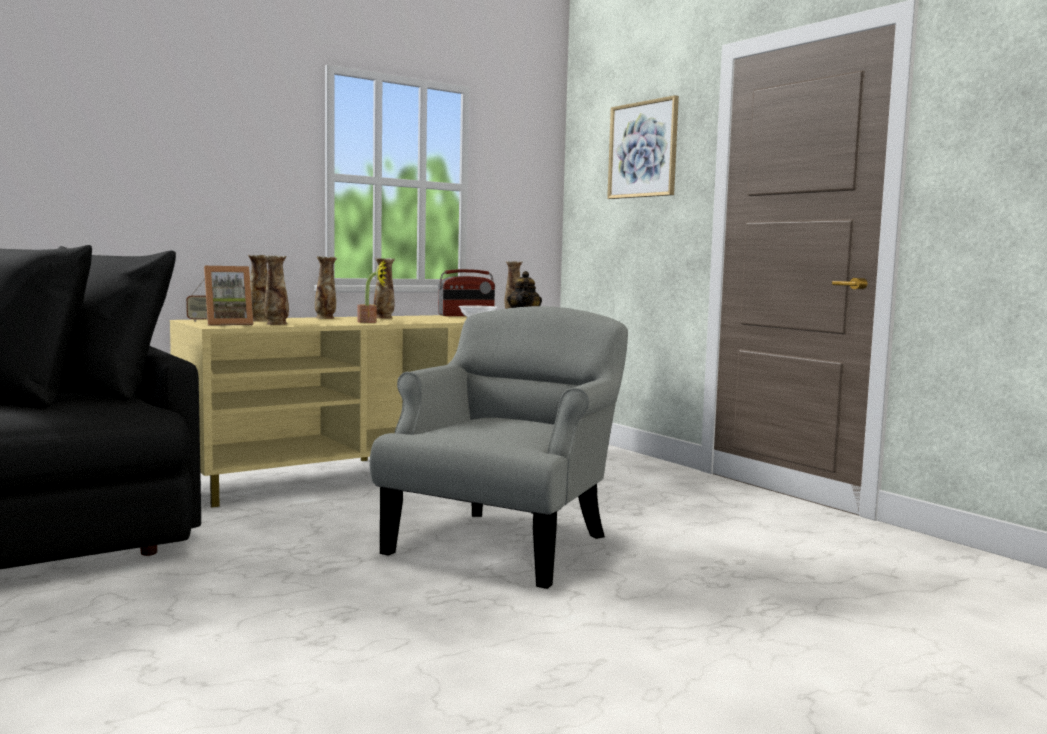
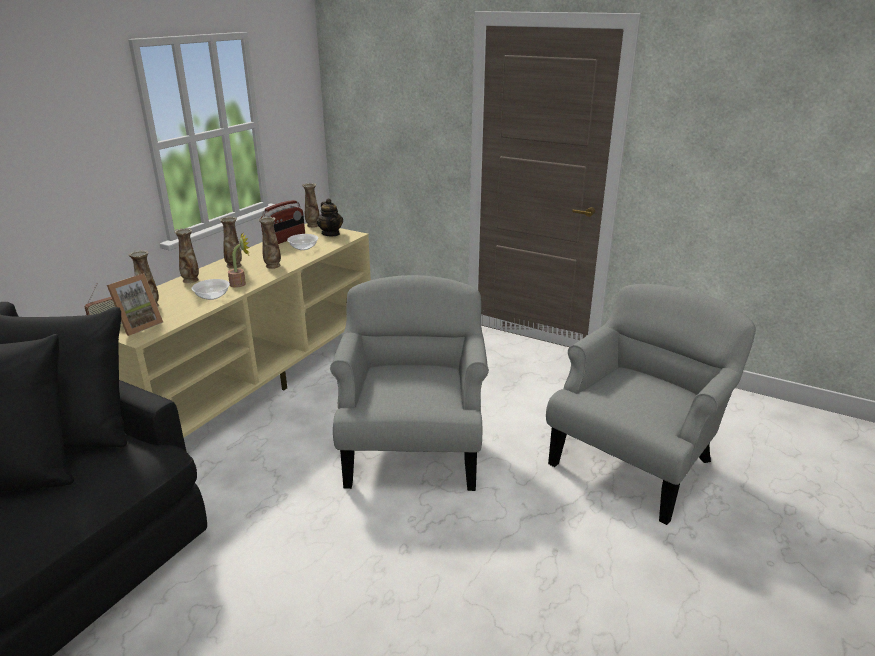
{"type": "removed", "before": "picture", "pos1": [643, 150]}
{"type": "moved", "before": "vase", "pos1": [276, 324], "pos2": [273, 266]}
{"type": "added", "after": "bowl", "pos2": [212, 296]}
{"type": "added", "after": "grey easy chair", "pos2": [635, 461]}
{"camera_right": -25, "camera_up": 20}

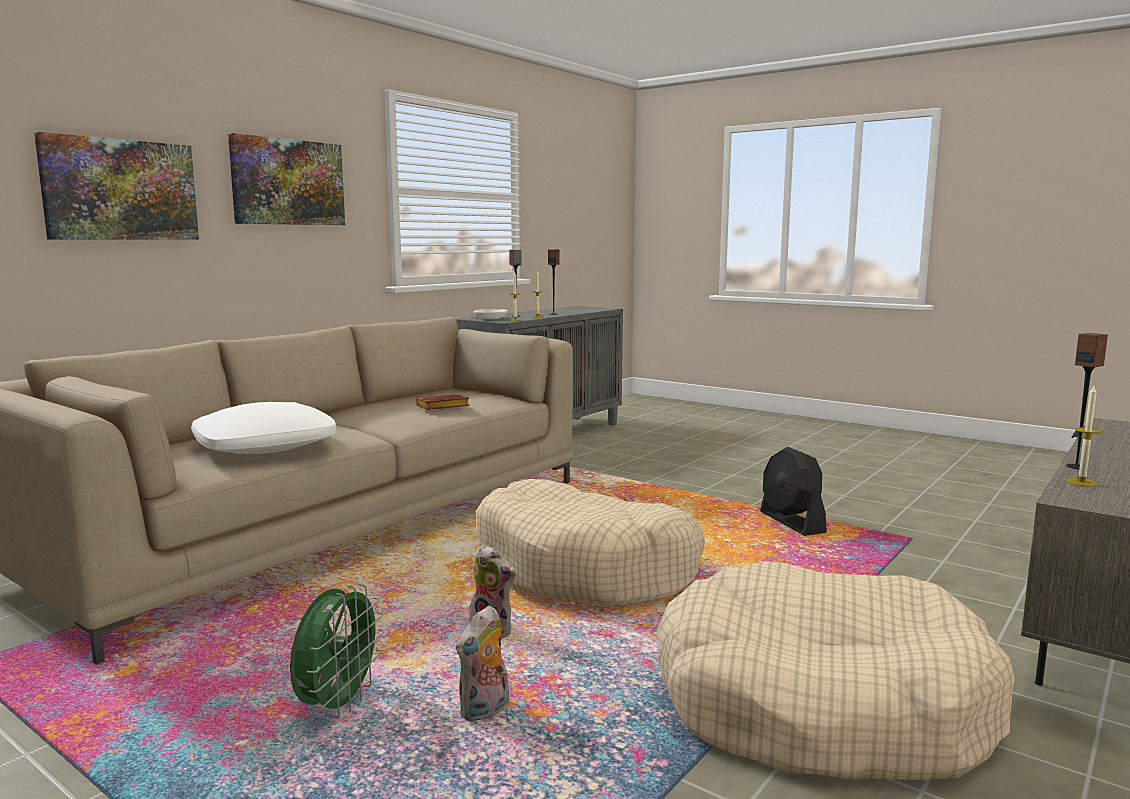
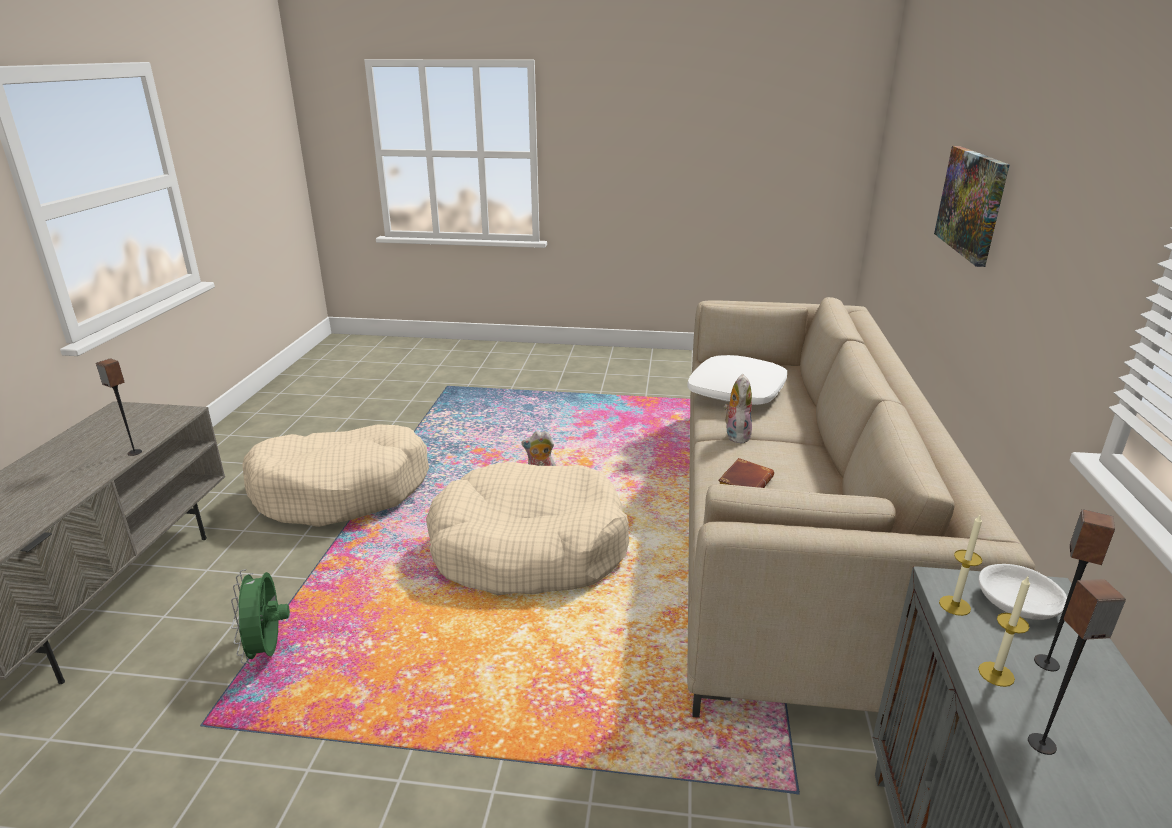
{"type": "removed", "before": "picture", "pos1": [288, 182]}
{"type": "removed", "before": "candle", "pos1": [1081, 482]}
{"type": "removed", "before": "black electric fan", "pos1": [791, 523]}
{"type": "moved", "before": "green electric fan", "pos1": [338, 705], "pos2": [268, 650]}
{"type": "moved", "before": "soft toy", "pos1": [485, 712], "pos2": [735, 435]}
{"camera_right": 150, "camera_up": 15}

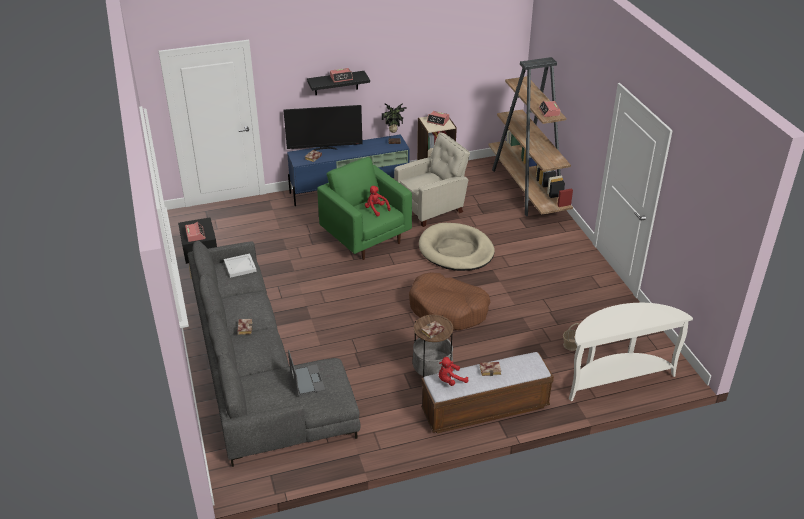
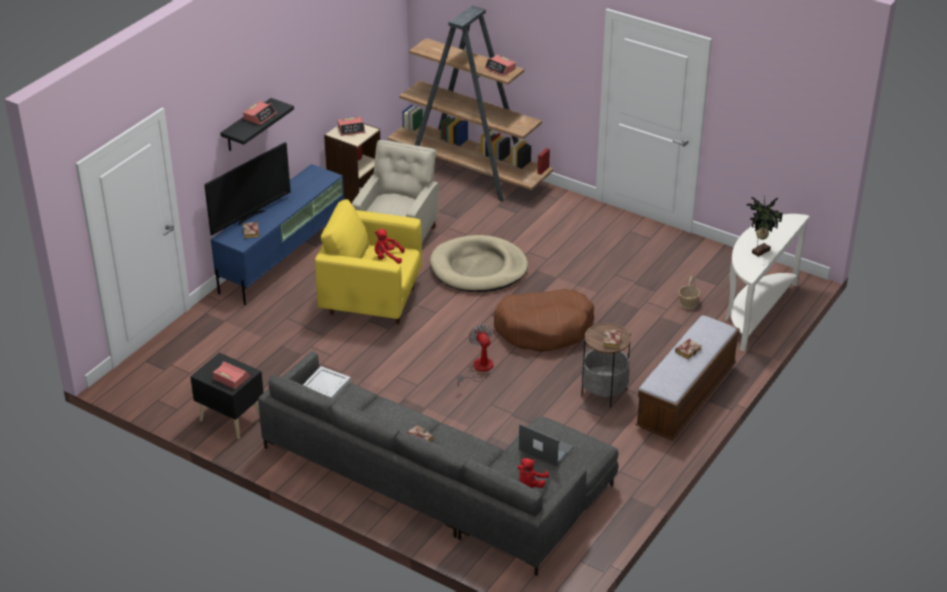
{"type": "moved", "before": "plant in a pot", "pos1": [394, 142], "pos2": [759, 251]}
{"type": "recoloured", "before": "green easy chair", "after": "yellow-coloured easy chair", "pos1": [366, 238], "pos2": [371, 301]}
{"type": "moved", "before": "red-coloured soft toy", "pos1": [450, 380], "pos2": [530, 484]}
{"type": "added", "after": "electric fan", "pos2": [479, 369]}
{"camera_right": -40, "camera_up": 0}

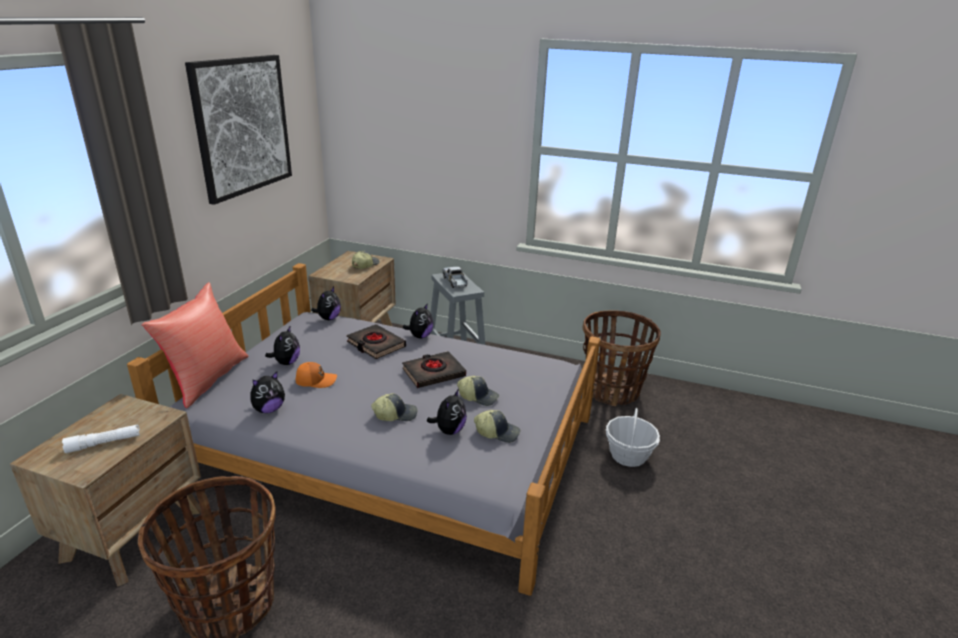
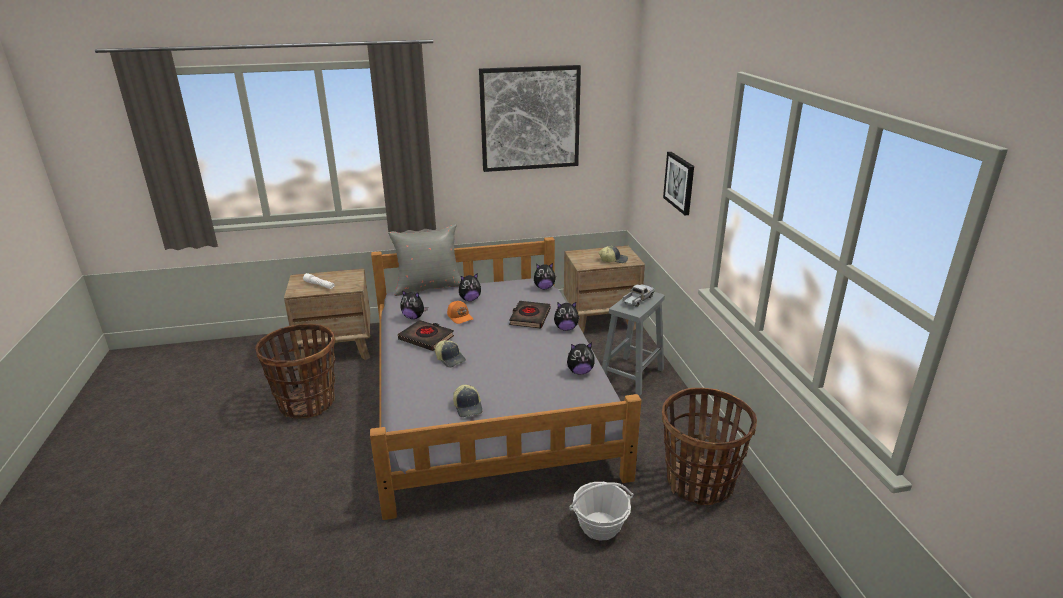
{"type": "recoloured", "before": "red-coloured cushion", "after": "grey cushion", "pos1": [207, 378], "pos2": [428, 287]}
{"type": "moved", "before": "black book", "pos1": [433, 373], "pos2": [426, 338]}
{"type": "removed", "before": "cap", "pos1": [478, 396]}
{"type": "moved", "before": "soft toy", "pos1": [449, 430], "pos2": [580, 371]}
{"type": "added", "after": "picture", "pos2": [680, 182]}
{"camera_right": 60, "camera_up": 0}

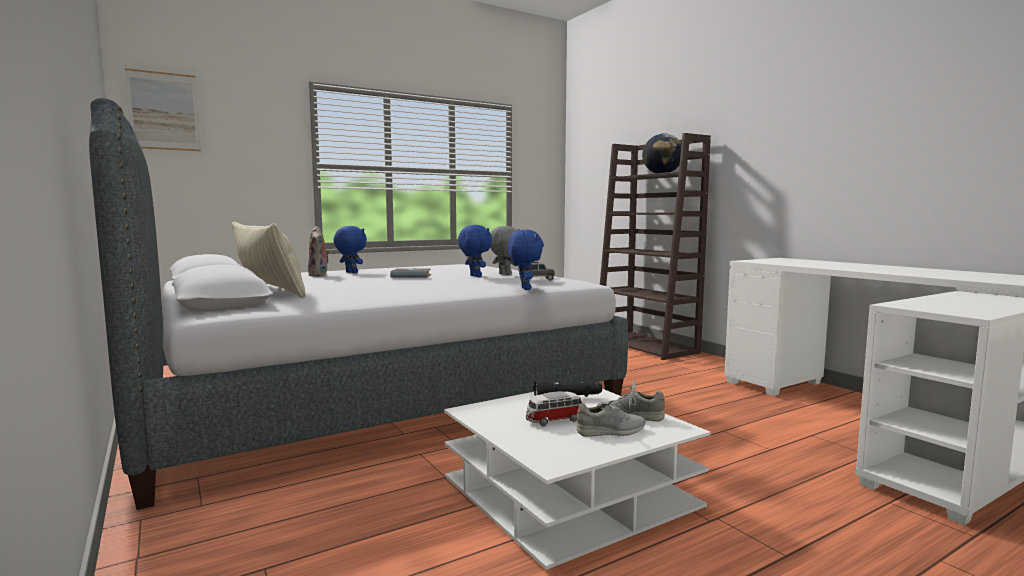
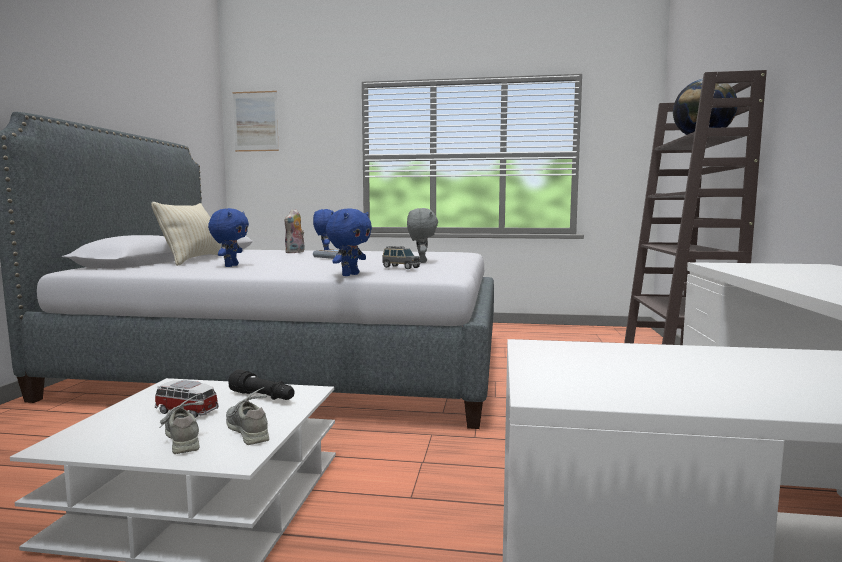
{"type": "moved", "before": "blue-coloured soft toy", "pos1": [474, 276], "pos2": [230, 266]}
{"type": "turned", "before": "grey shoe", "pos1": [611, 431], "pos2": [183, 437], "turn": -150}
{"camera_right": 40, "camera_up": 0}

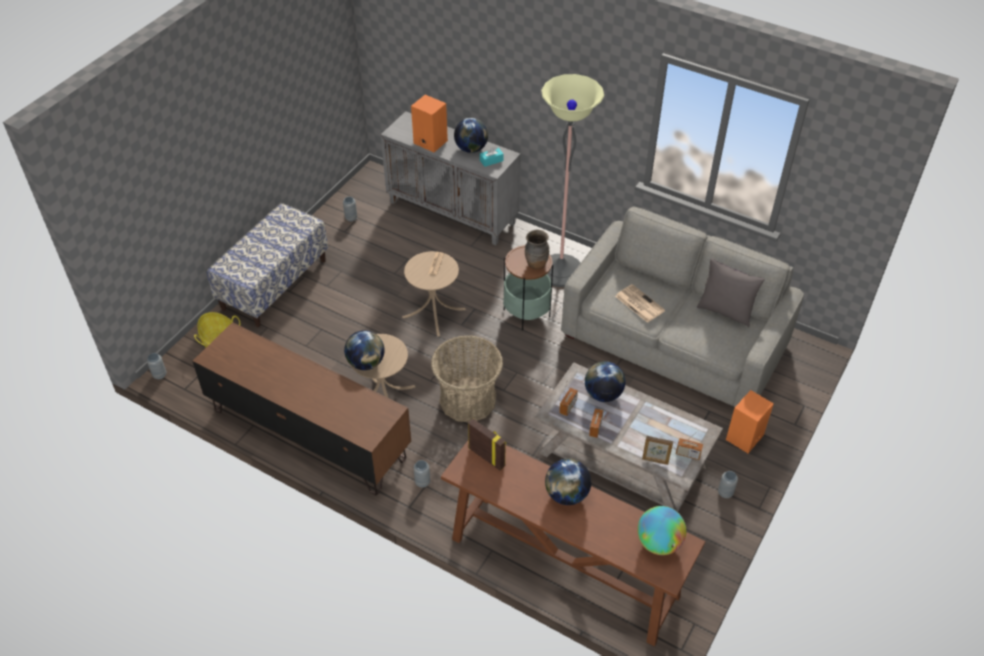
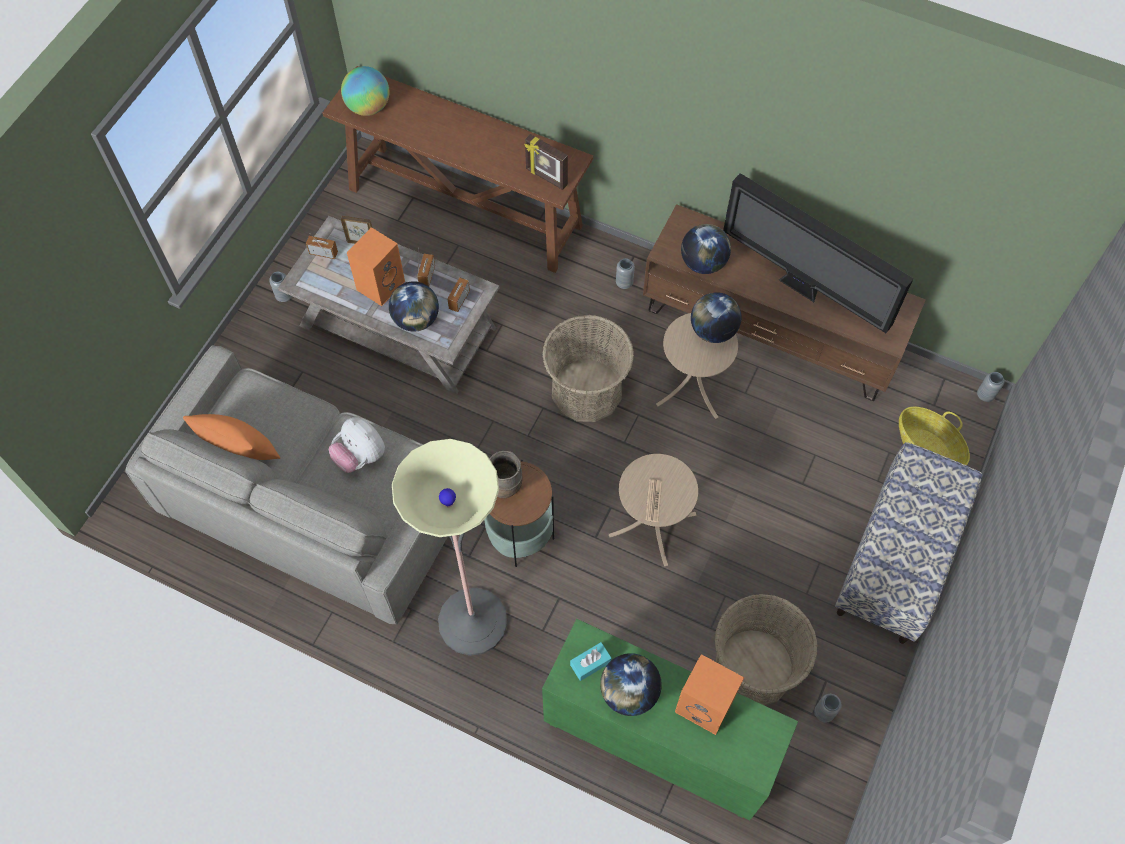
{"type": "recoloured", "before": "grey cabinet", "after": "green cabinet", "pos1": [453, 212], "pos2": [656, 742]}
{"type": "recoloured", "before": "grey cushion", "after": "orange cushion", "pos1": [725, 311], "pos2": [241, 454]}
{"type": "replaced", "before": "printed paper", "after": "soft toy", "pos1": [639, 303], "pos2": [360, 456]}
{"type": "moved", "before": "orange speaker", "pos1": [744, 438], "pos2": [380, 284]}
{"type": "moved", "before": "desk globe", "pos1": [566, 494], "pos2": [703, 263]}
{"type": "added", "after": "television", "pos2": [801, 288]}
{"type": "added", "after": "storage basket", "pos2": [754, 667]}
{"camera_right": 175, "camera_up": 15}

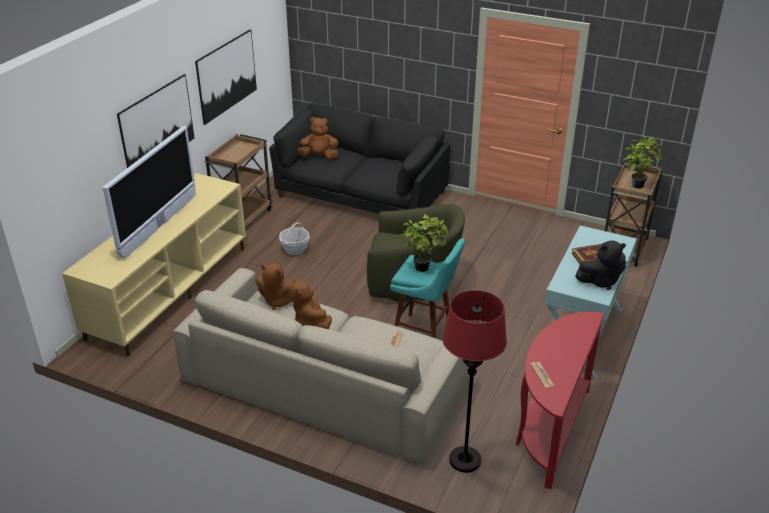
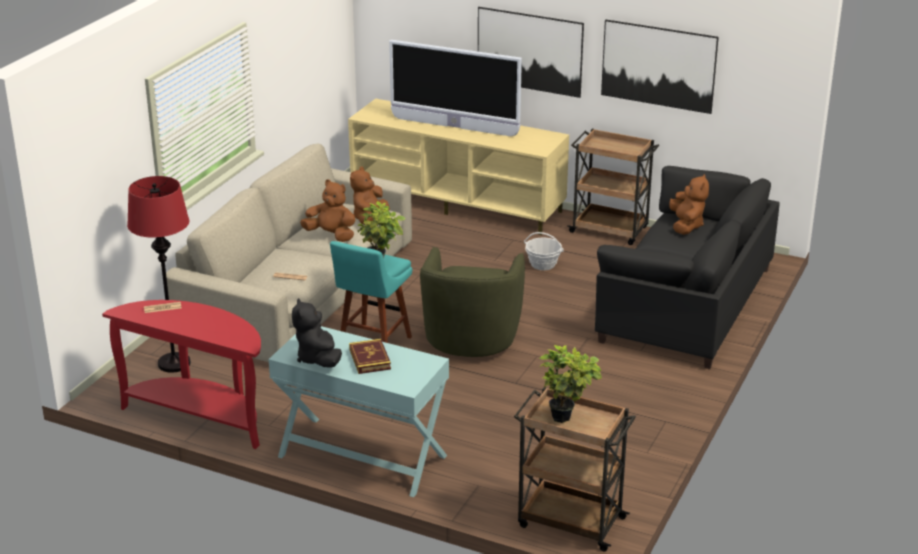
{"type": "turned", "before": "brownish soft toy", "pos1": [310, 322], "pos2": [331, 235], "turn": 45}
{"camera_right": 90, "camera_up": -5}

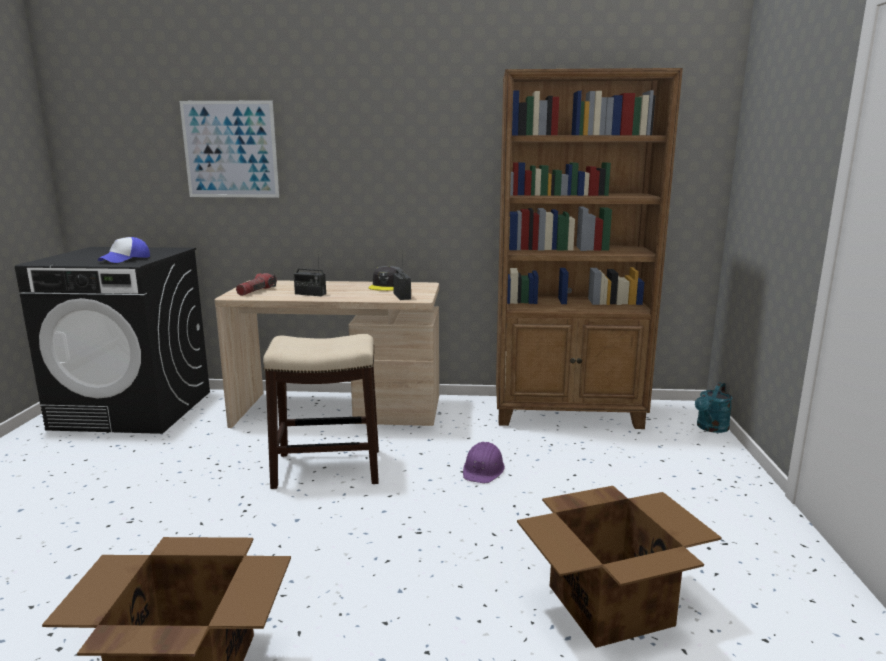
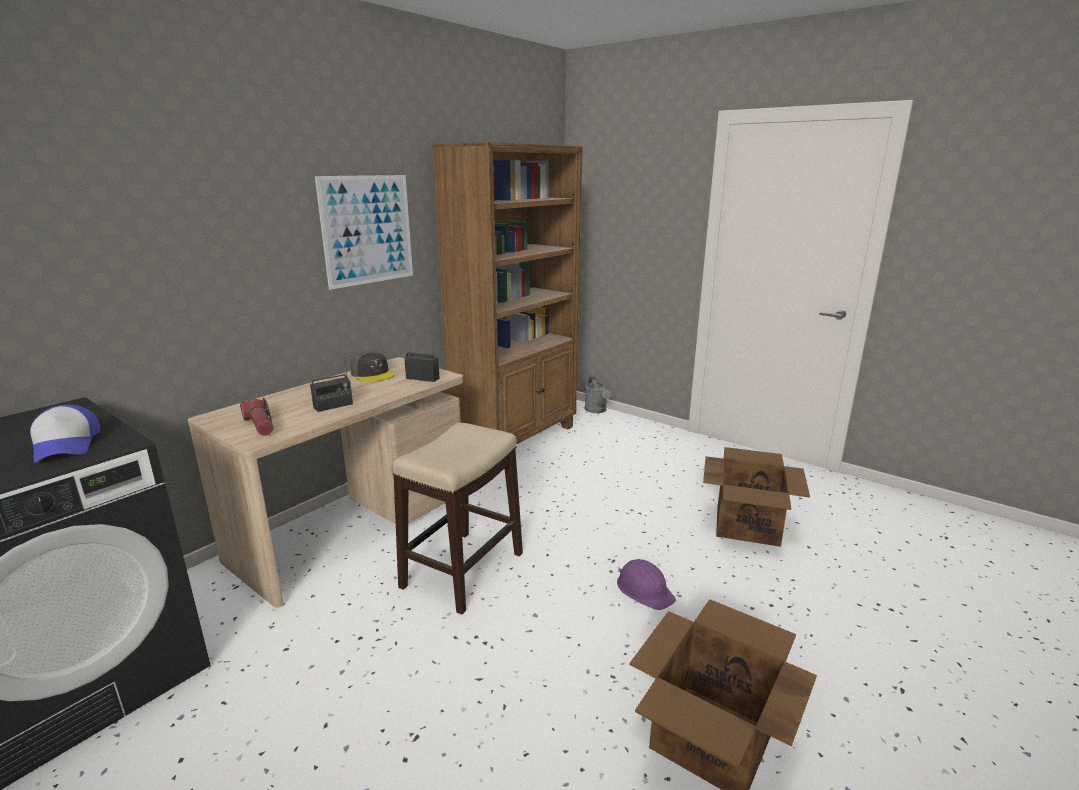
{"type": "moved", "before": "picture", "pos1": [230, 149], "pos2": [367, 230]}
{"type": "recoloured", "before": "turquoise watering can", "after": "grey watering can", "pos1": [710, 428], "pos2": [597, 410]}
{"type": "moved", "before": "purple work helmet", "pos1": [483, 469], "pos2": [644, 590]}
{"camera_right": -55, "camera_up": 5}

